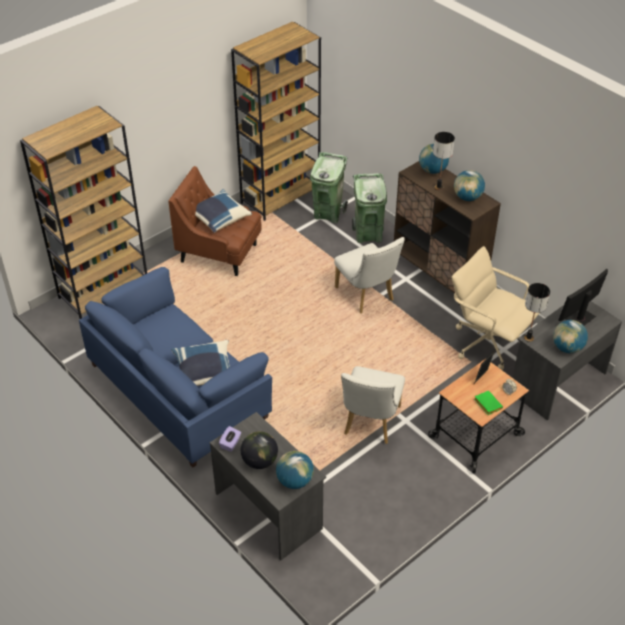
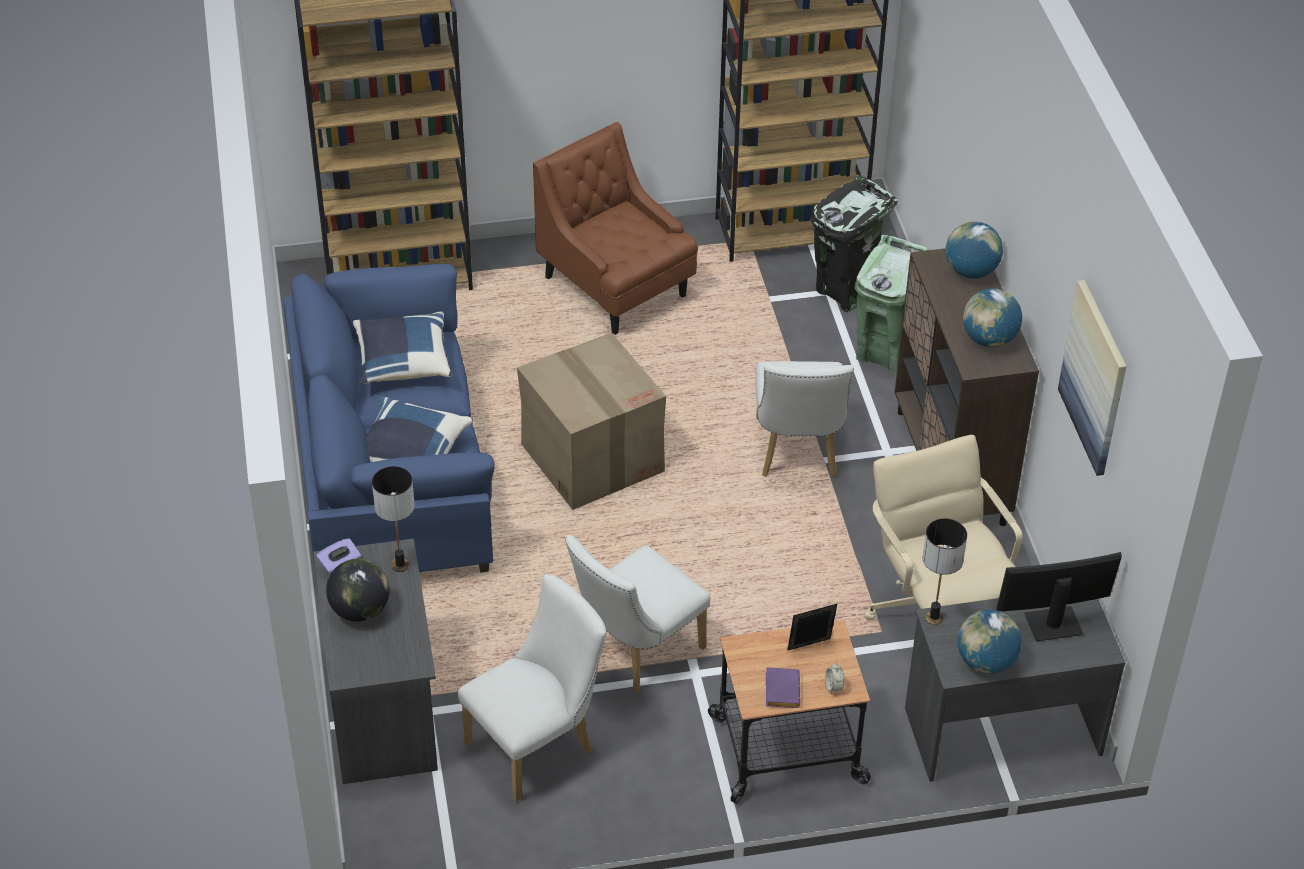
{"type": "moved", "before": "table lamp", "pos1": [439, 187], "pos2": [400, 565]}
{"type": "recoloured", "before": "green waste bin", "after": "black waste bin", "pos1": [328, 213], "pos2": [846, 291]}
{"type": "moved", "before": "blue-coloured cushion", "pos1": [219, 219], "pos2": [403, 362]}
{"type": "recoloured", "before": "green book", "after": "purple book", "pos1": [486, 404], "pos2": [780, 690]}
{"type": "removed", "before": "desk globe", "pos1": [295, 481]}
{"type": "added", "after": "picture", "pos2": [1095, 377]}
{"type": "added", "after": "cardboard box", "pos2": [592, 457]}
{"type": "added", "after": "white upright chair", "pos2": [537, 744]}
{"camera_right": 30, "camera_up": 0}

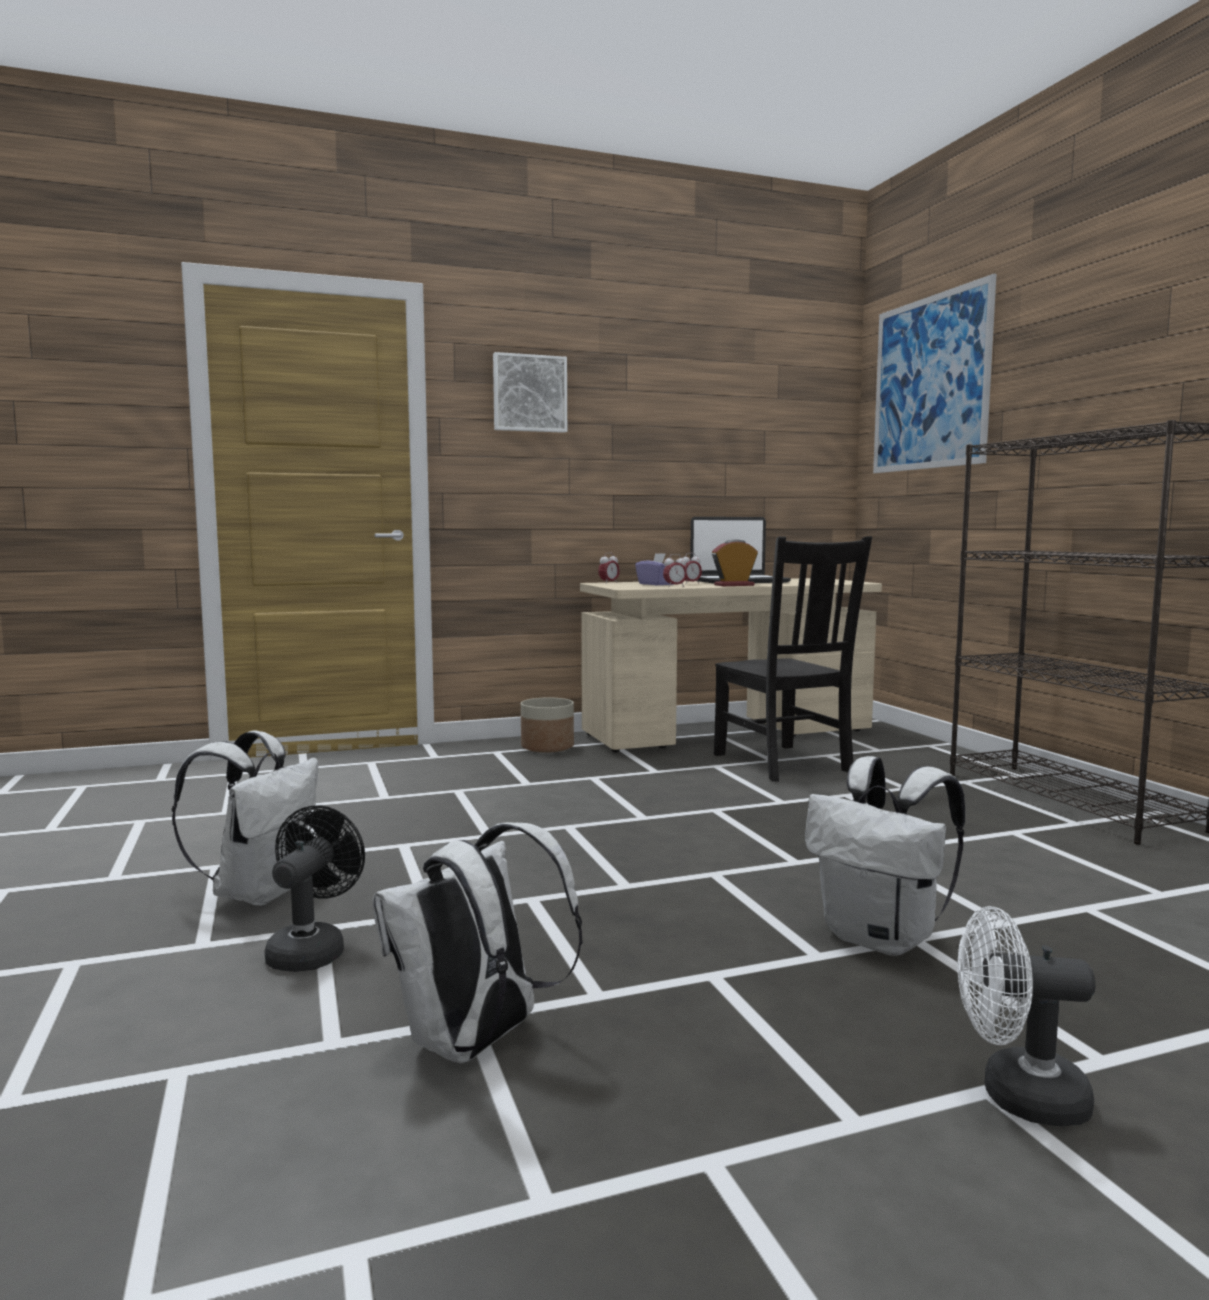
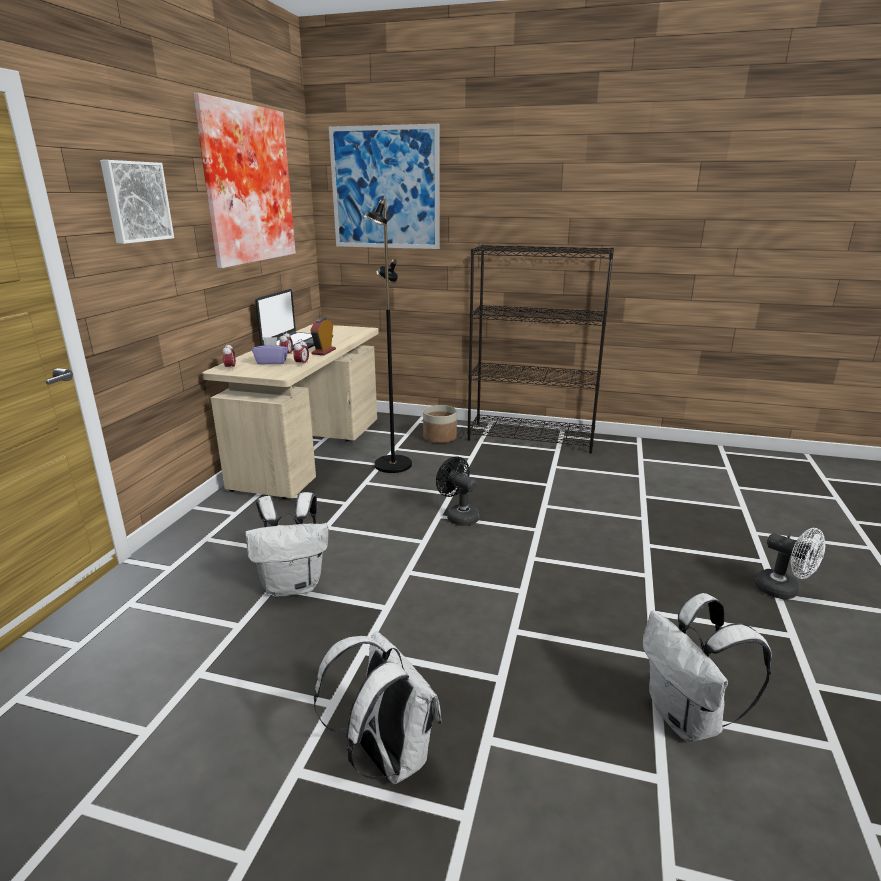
{"type": "replaced", "before": "black upright chair", "after": "black standard lamp", "pos1": [784, 764], "pos2": [392, 465]}
{"type": "moved", "before": "flower pot", "pos1": [547, 747], "pos2": [440, 437]}
{"type": "moved", "before": "white backpack", "pos1": [882, 939], "pos2": [294, 585]}
{"type": "moved", "before": "black electric fan", "pos1": [311, 949], "pos2": [459, 516]}
{"type": "turned", "before": "white electric fan", "pos1": [1017, 1096], "pos2": [783, 591], "turn": -90}
{"type": "added", "after": "picture", "pos2": [245, 185]}
{"camera_right": -55, "camera_up": 15}

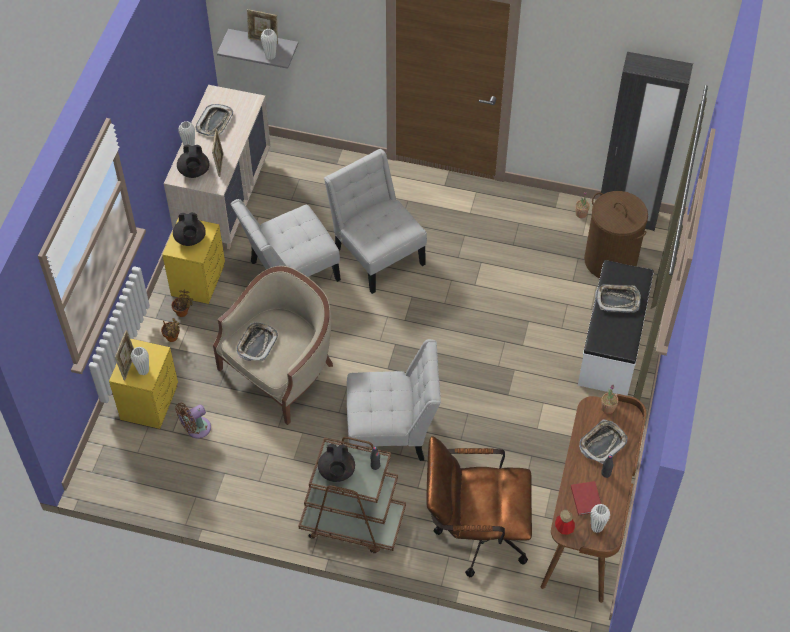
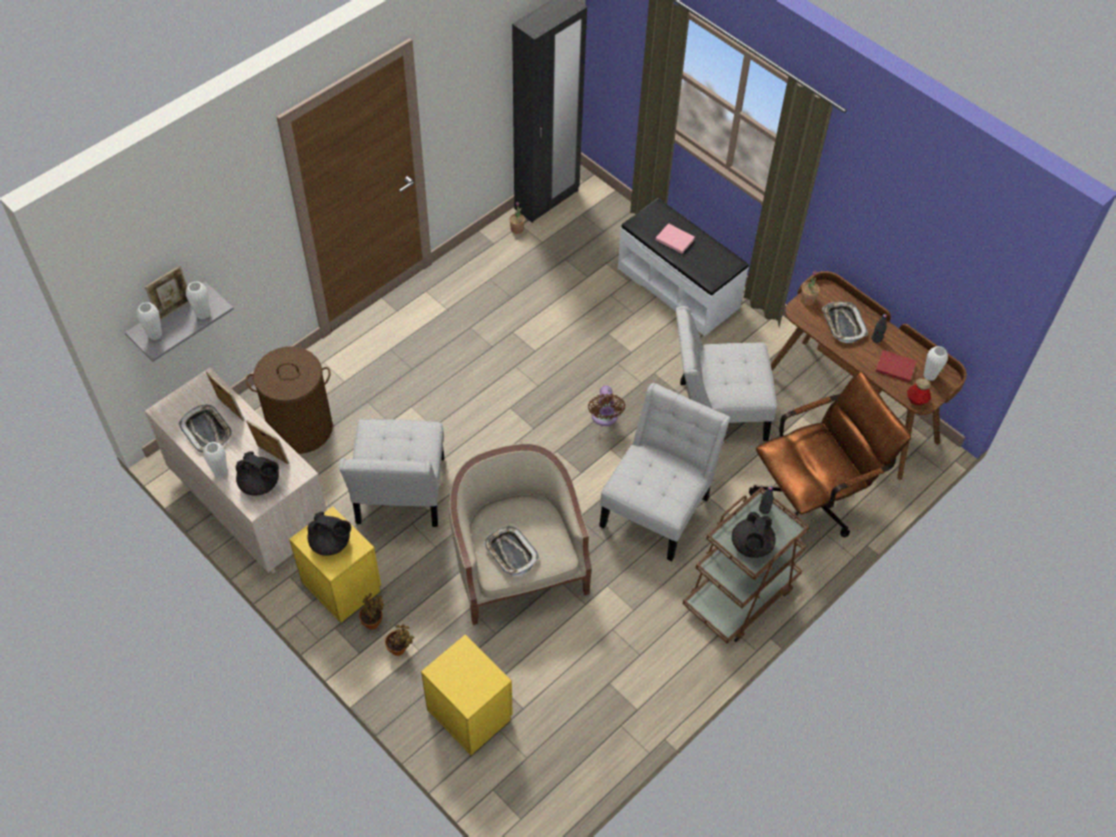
{"type": "moved", "before": "white upright chair", "pos1": [377, 253], "pos2": [716, 411]}
{"type": "moved", "before": "brownish laundry basket", "pos1": [610, 260], "pos2": [300, 428]}
{"type": "replaced", "before": "tray", "after": "pink book", "pos1": [617, 300], "pos2": [674, 239]}
{"type": "moved", "before": "photo frame", "pos1": [128, 366], "pos2": [229, 410]}
{"type": "moved", "before": "white vase", "pos1": [143, 371], "pos2": [155, 335]}
{"type": "moved", "before": "brownish electric fan", "pos1": [196, 429], "pos2": [604, 417]}
{"type": "turned", "before": "brownish office chair", "pos1": [475, 533], "pos2": [813, 499], "turn": -150}
{"type": "turned", "before": "black pot for tea", "pos1": [337, 471], "pos2": [751, 546], "turn": 75}
{"camera_right": -60, "camera_up": 0}

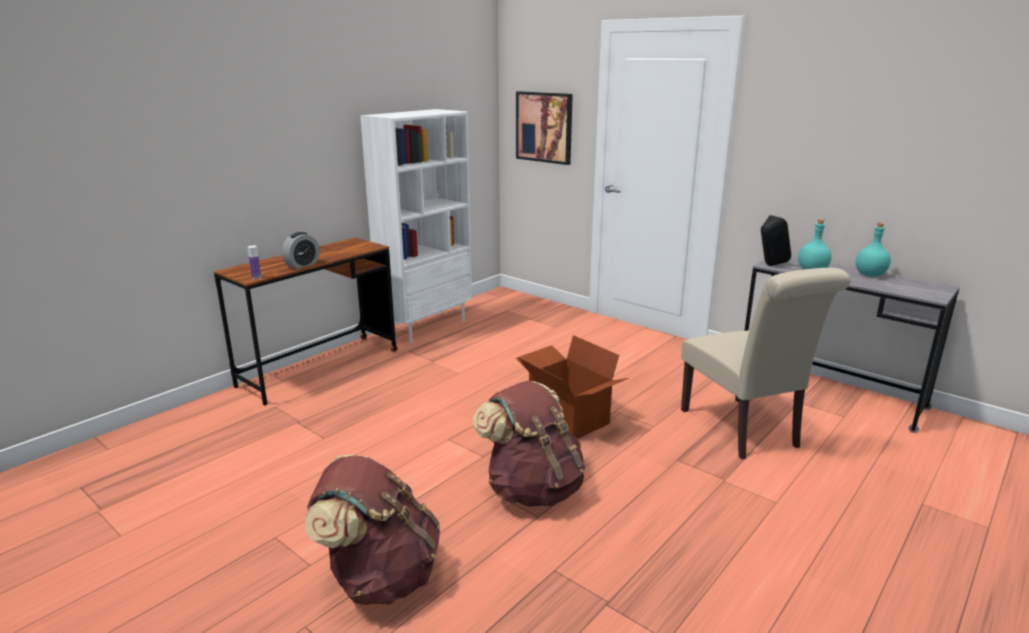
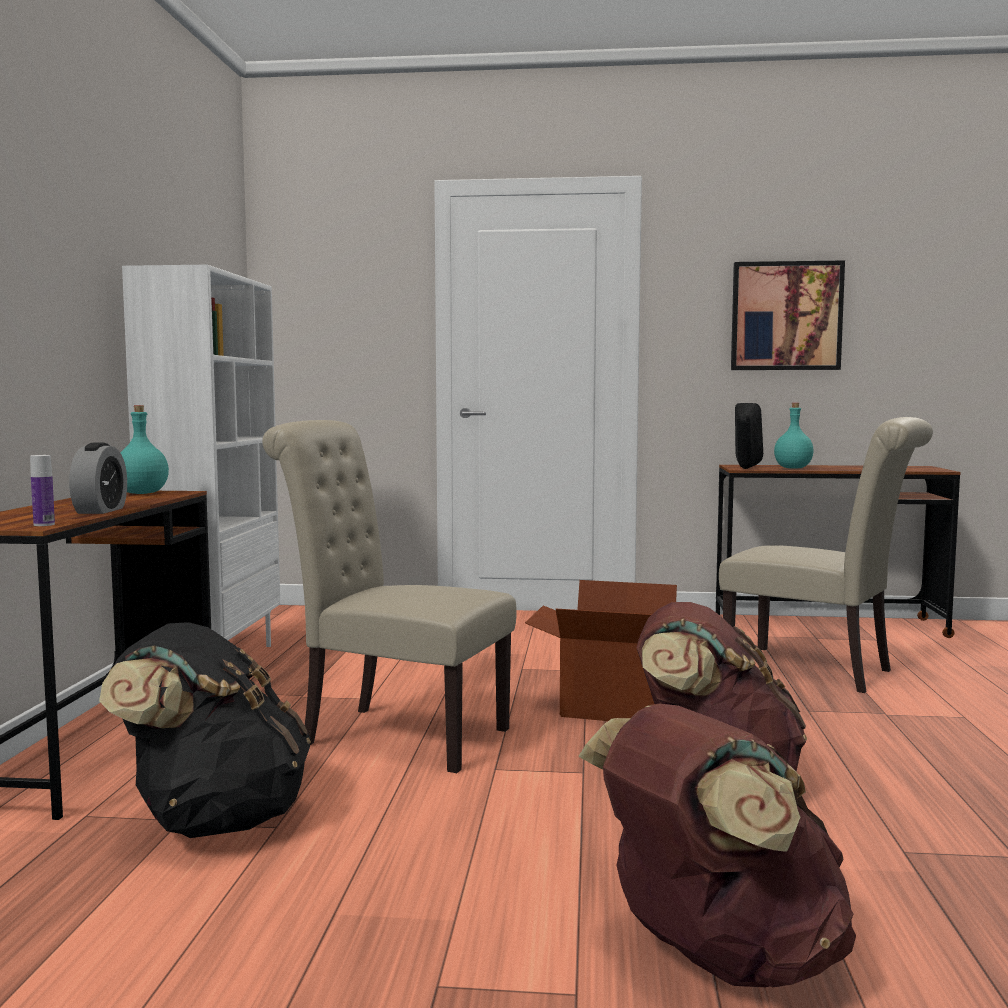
{"type": "moved", "before": "picture", "pos1": [544, 127], "pos2": [786, 316]}
{"type": "moved", "before": "turquoise bottle", "pos1": [870, 275], "pos2": [143, 493]}
{"type": "recoloured", "before": "grey desk unit", "after": "brownish desk unit", "pos1": [829, 393], "pos2": [827, 626]}
{"type": "added", "after": "beige-coloured upright chair", "pos2": [394, 735]}
{"type": "added", "after": "black backpack", "pos2": [214, 820]}
{"camera_right": -35, "camera_up": -15}

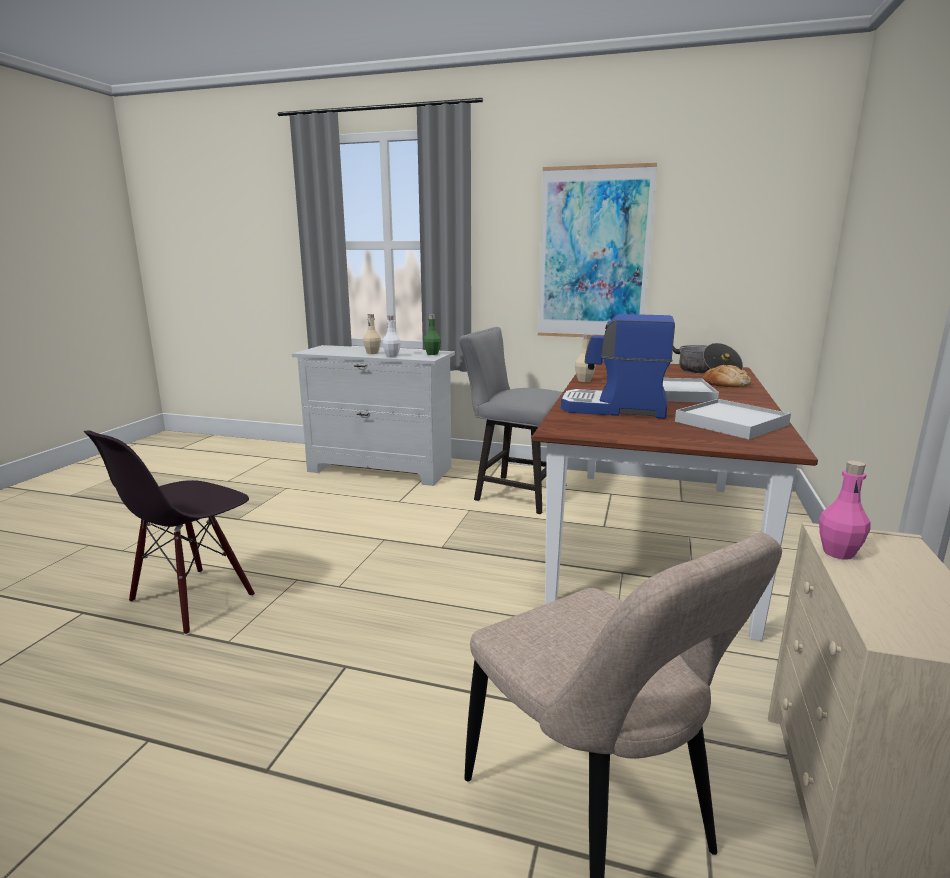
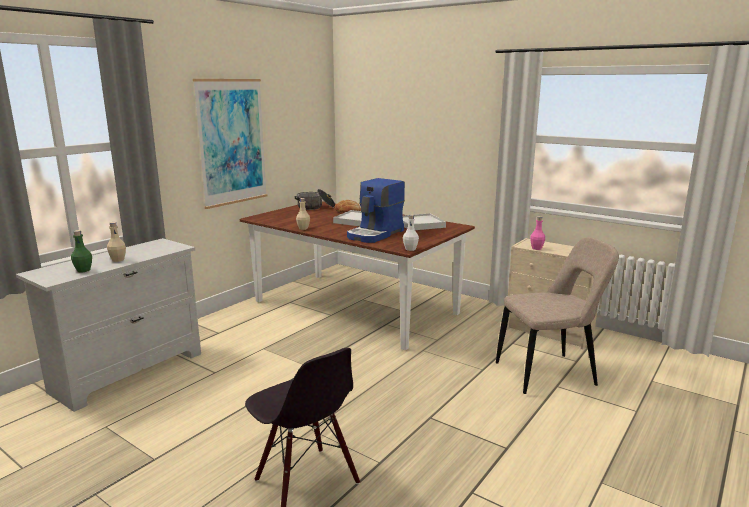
{"type": "moved", "before": "green bottle", "pos1": [432, 354], "pos2": [83, 270]}
{"type": "moved", "before": "white bottle", "pos1": [392, 356], "pos2": [410, 249]}
{"type": "removed", "before": "grey upright chair", "pos1": [513, 492]}
{"camera_right": -70, "camera_up": 0}

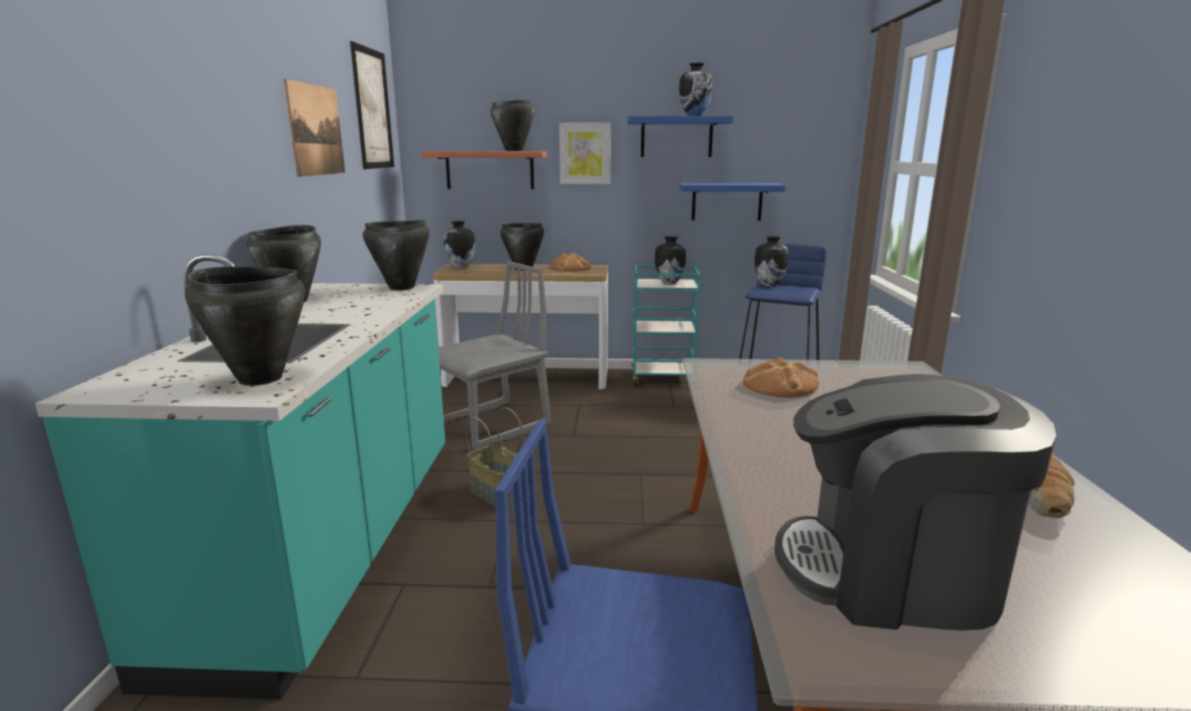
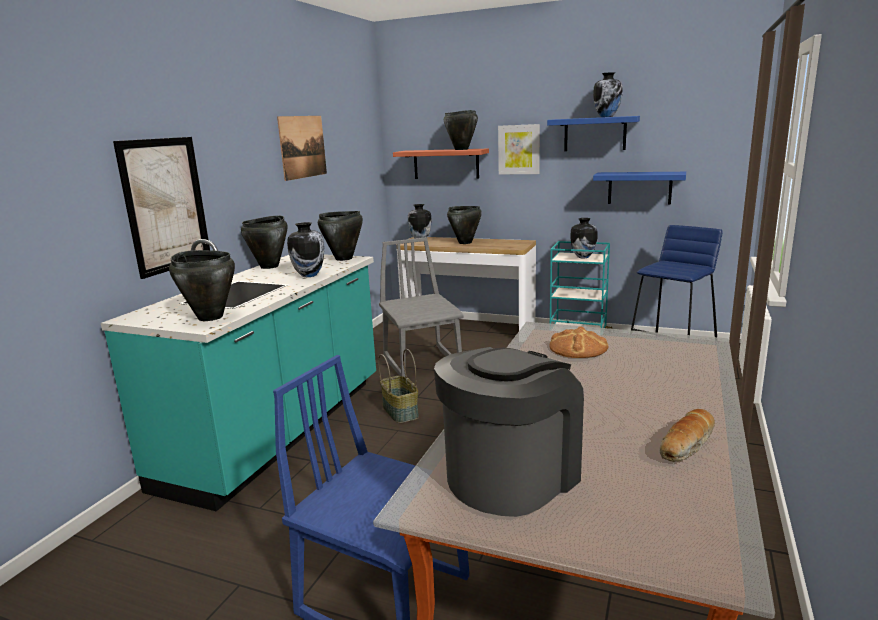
{"type": "moved", "before": "picture", "pos1": [372, 109], "pos2": [165, 205]}
{"type": "moved", "before": "vase", "pos1": [769, 285], "pos2": [309, 275]}
{"type": "removed", "before": "baked bread", "pos1": [570, 268]}
{"type": "turned", "before": "grey upright chair", "pos1": [493, 425], "pos2": [423, 362], "turn": -90}
{"type": "turned", "before": "coffee machine", "pos1": [891, 573], "pos2": [511, 475], "turn": 105}
{"camera_right": 20, "camera_up": 0}

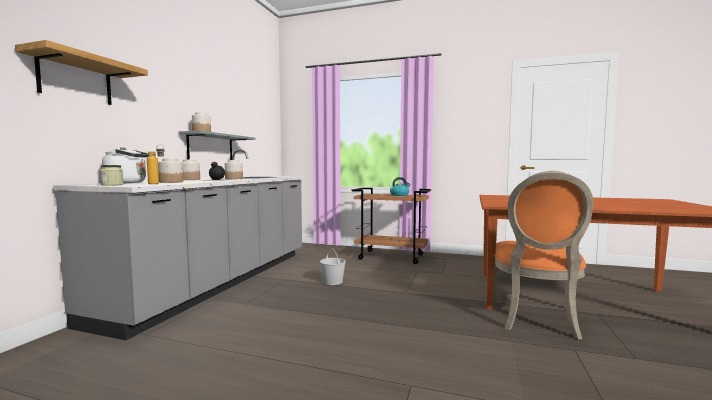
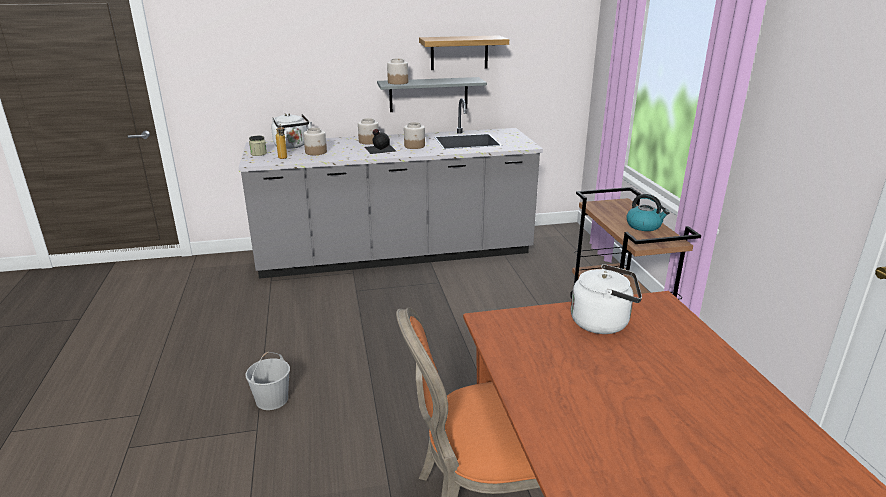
{"type": "moved", "before": "bracket shelf", "pos1": [75, 79], "pos2": [459, 52]}
{"type": "moved", "before": "white pail", "pos1": [332, 281], "pos2": [272, 399]}
{"type": "added", "after": "white tea kettle", "pos2": [603, 322]}
{"camera_right": 60, "camera_up": 20}

